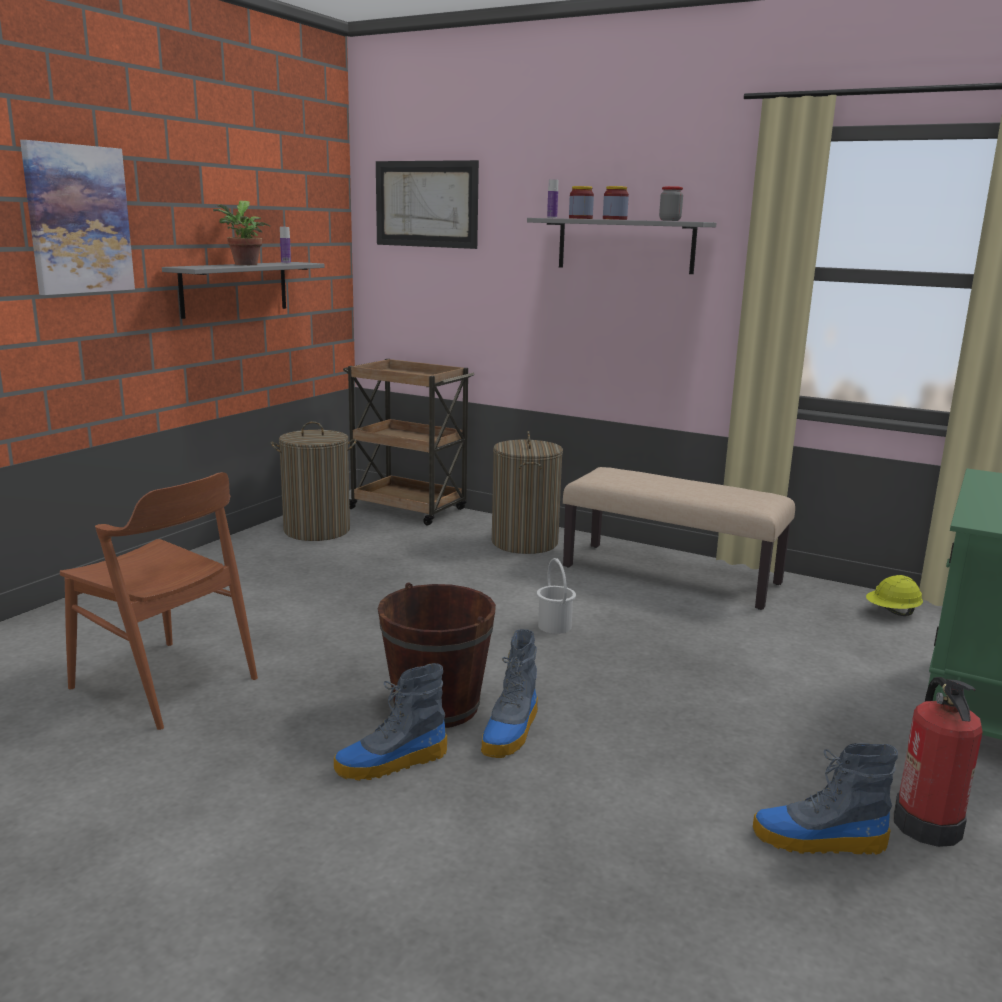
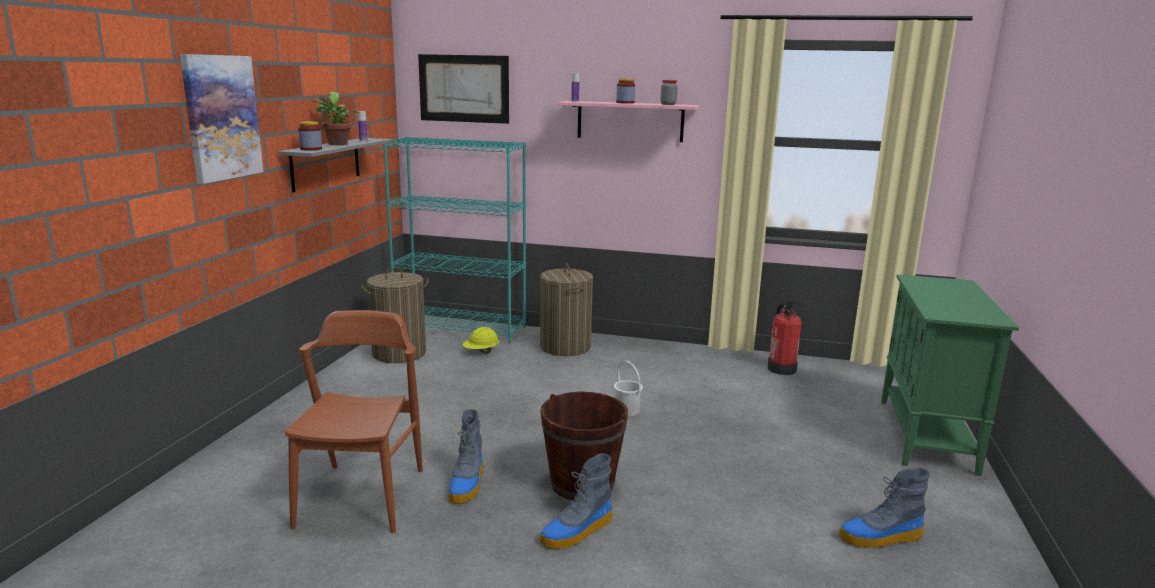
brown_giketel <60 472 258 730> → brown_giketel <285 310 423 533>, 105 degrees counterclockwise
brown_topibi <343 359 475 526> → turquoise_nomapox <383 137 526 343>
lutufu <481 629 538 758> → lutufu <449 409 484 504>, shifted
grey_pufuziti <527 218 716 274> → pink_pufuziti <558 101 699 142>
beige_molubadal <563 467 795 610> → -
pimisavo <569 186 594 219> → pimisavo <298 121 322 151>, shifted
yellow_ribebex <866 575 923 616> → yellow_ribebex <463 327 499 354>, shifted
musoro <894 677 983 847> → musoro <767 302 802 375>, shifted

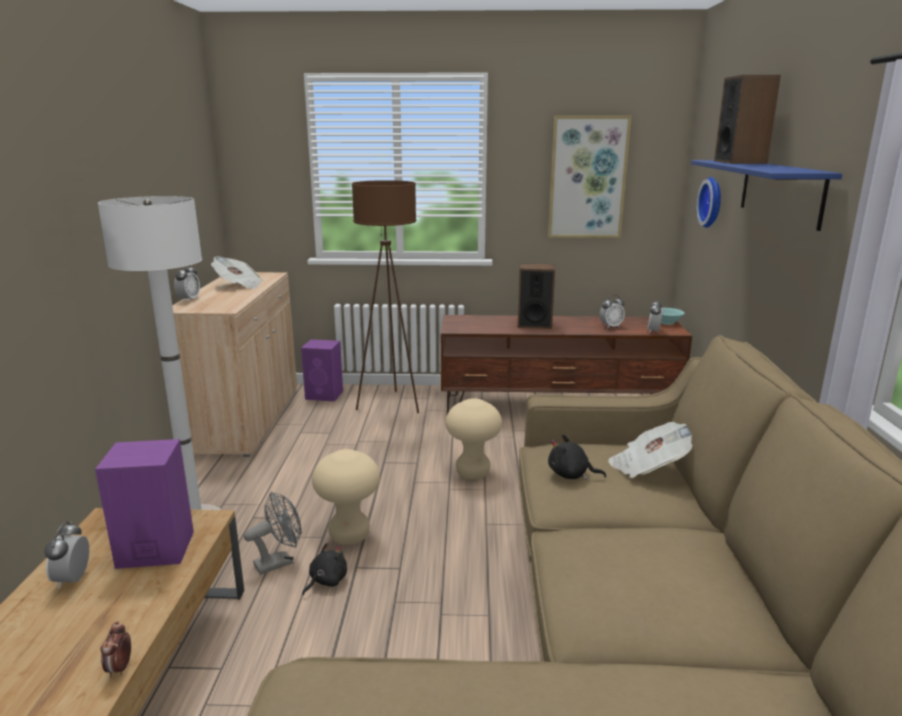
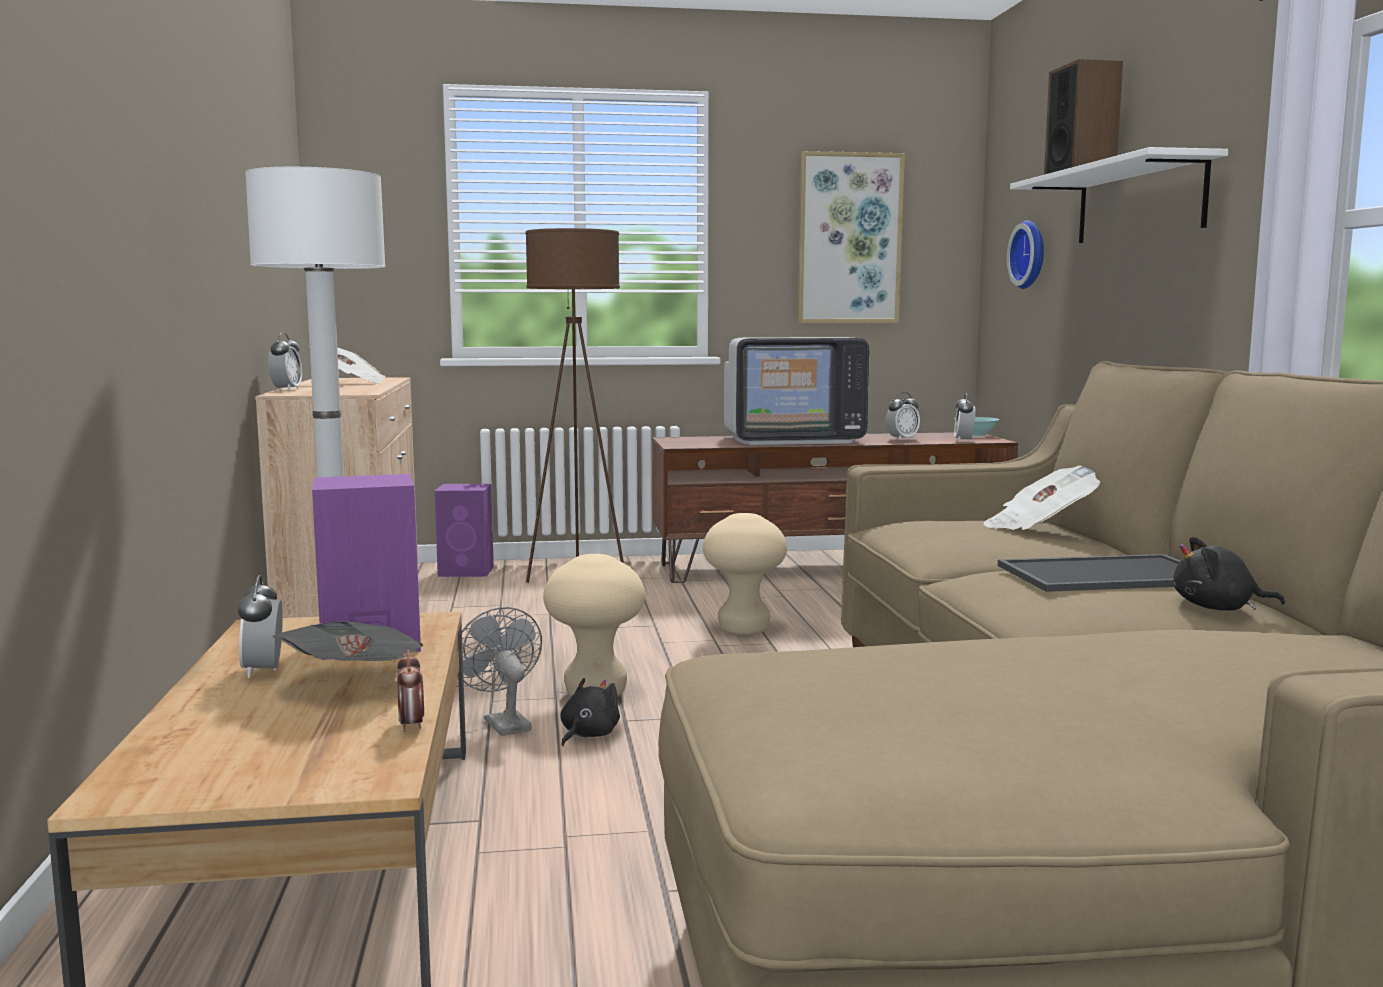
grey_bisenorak <244 492 301 575> → grey_bisenorak <462 607 542 736>, 75 degrees counterclockwise
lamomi <518 263 555 329> → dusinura <724 337 870 445>
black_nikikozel <548 434 606 480> → black_nikikozel <1173 537 1285 610>, shifted
blue_pufuziti <691 160 842 231> → white_pufuziti <1010 147 1228 243>
- → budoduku <273 621 423 661>
- → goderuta <998 554 1181 592>

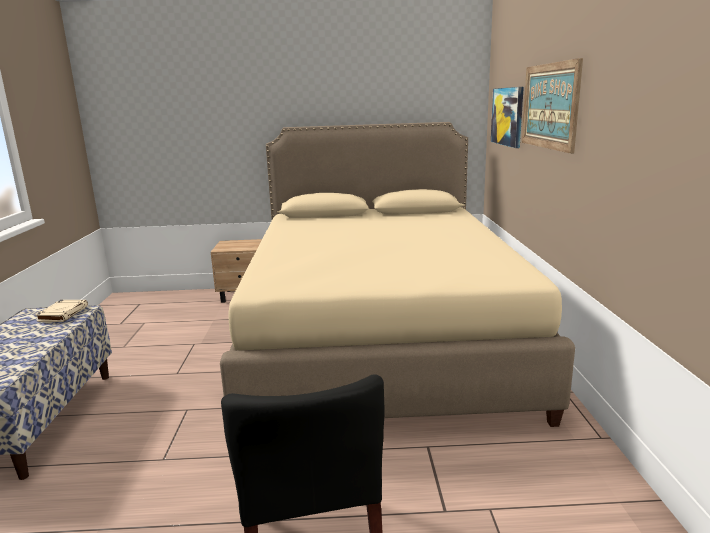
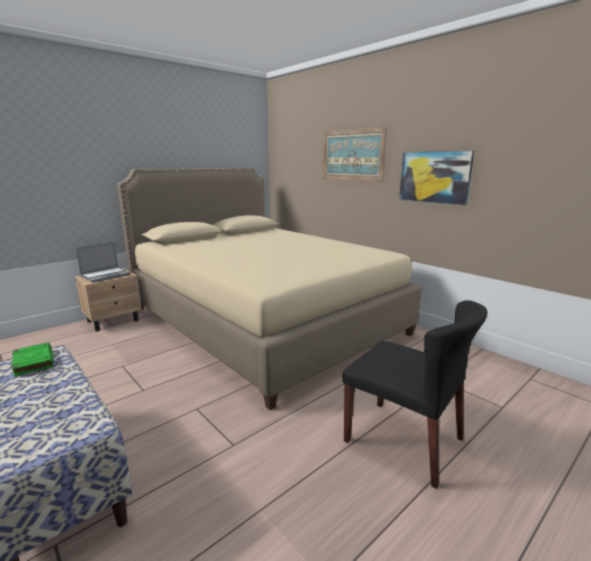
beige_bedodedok <35 300 88 322> → green_bedodedok <11 343 54 376>
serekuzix <491 87 524 148> → serekuzix <399 151 474 205>, shifted
- → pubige <75 242 130 283>

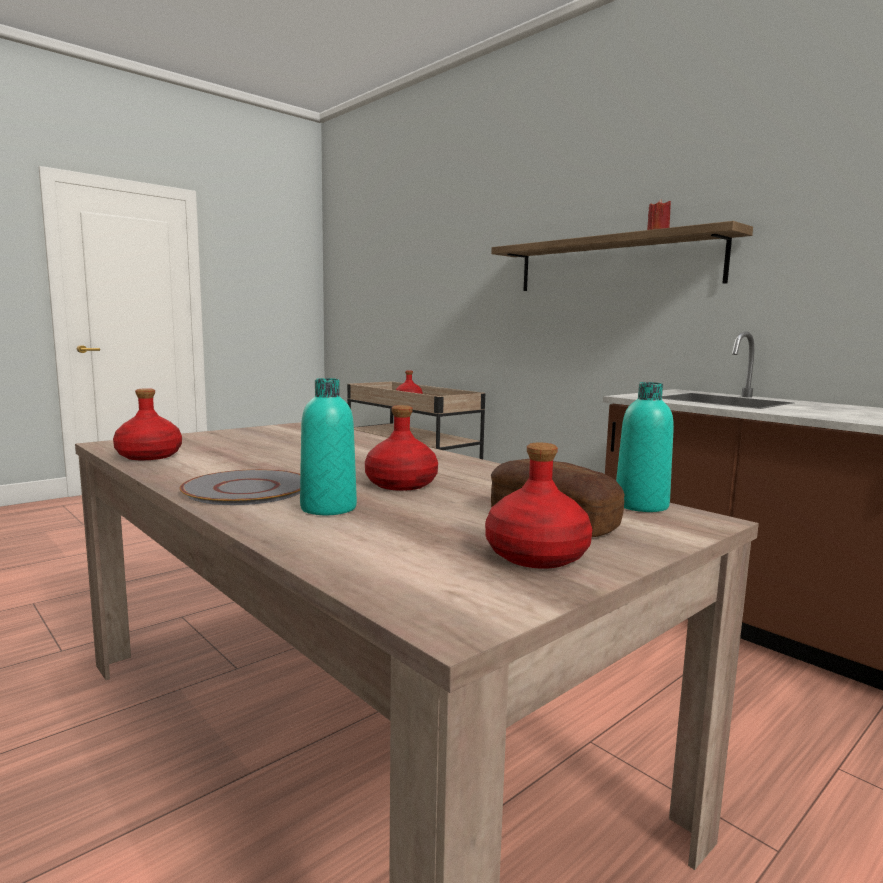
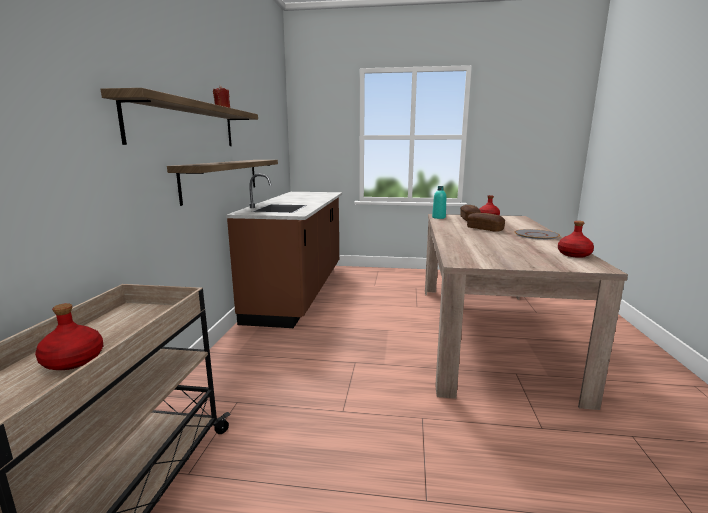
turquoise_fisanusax <300 378 357 515> → -
red_fisanusax <365 405 438 491> → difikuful <467 213 505 232>
- → pufuziti <167 160 278 206>

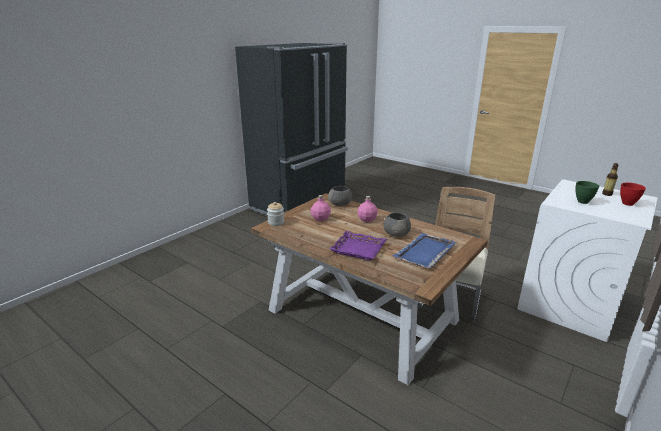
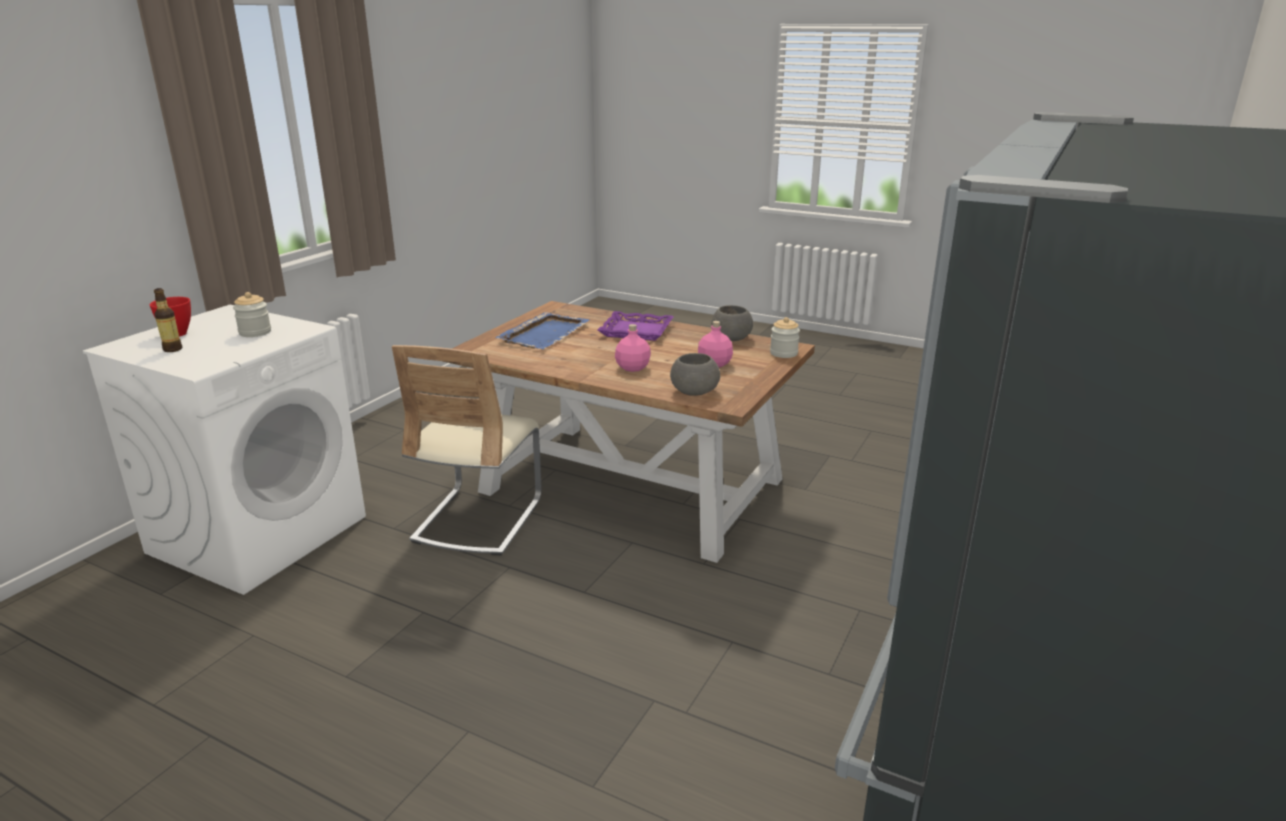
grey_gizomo <383 213 411 237> → grey_gizomo <711 305 753 341>, shifted
green_gizomo <575 181 599 204> → pimisavo <233 292 271 337>

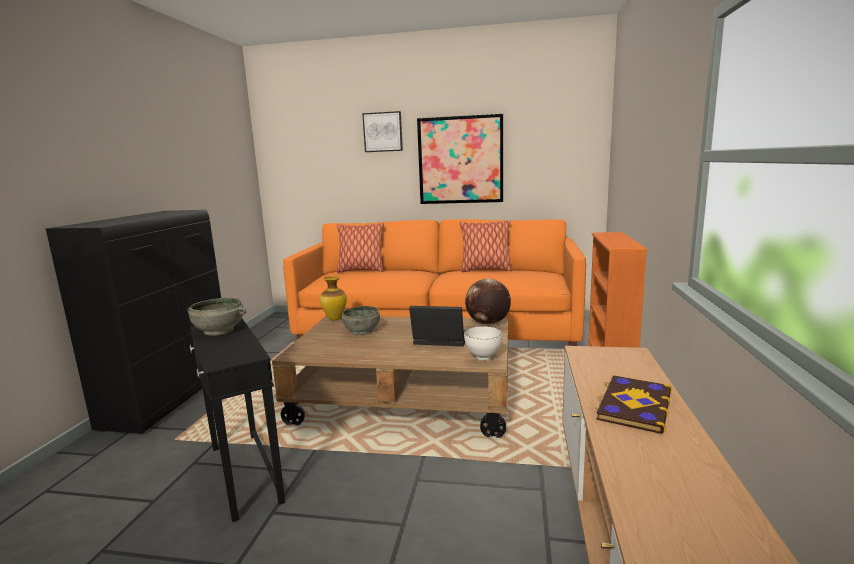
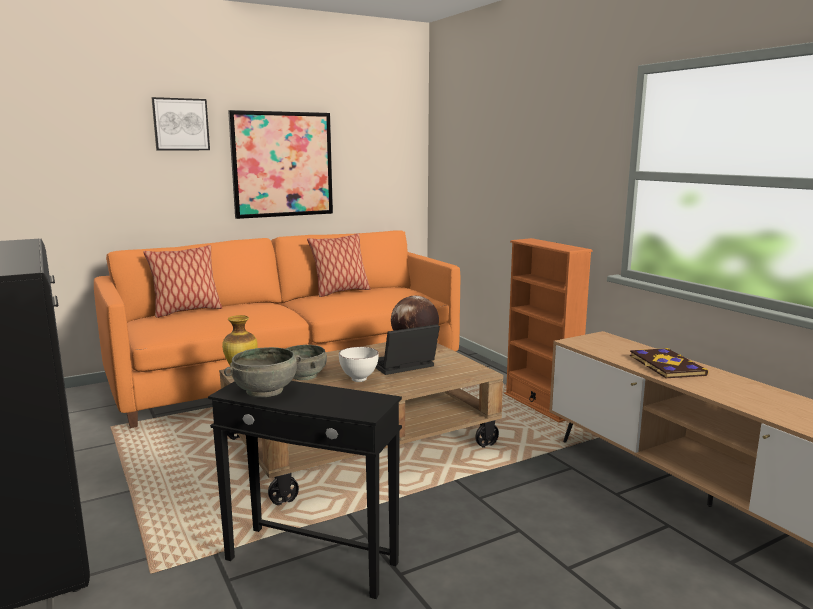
white_gizomo <464 326 503 361> → white_gizomo <339 347 379 382>, shifted

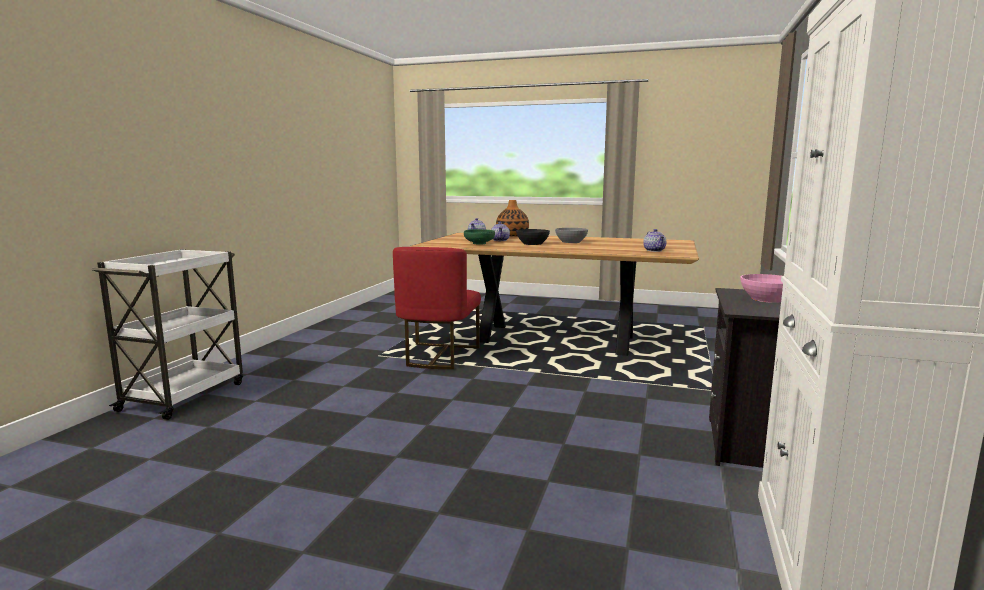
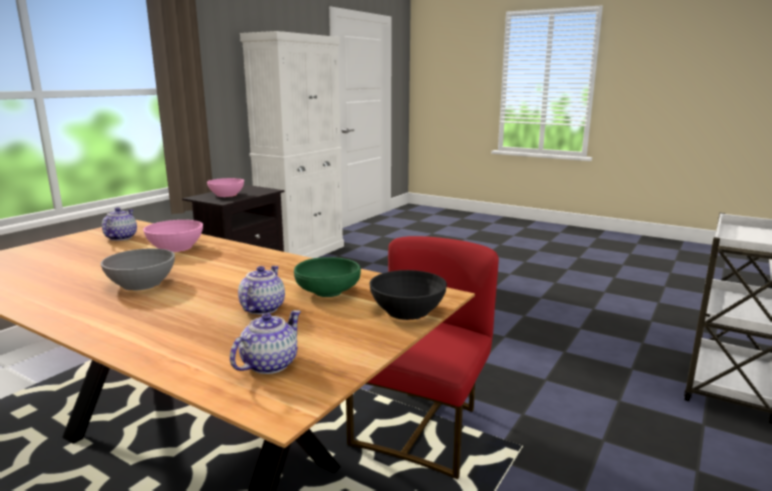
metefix <496 200 529 237> → -
black_gizomo <516 229 550 245> → black_gizomo <370 270 447 320>, shifted
- → pink_gizomo <143 220 203 252>

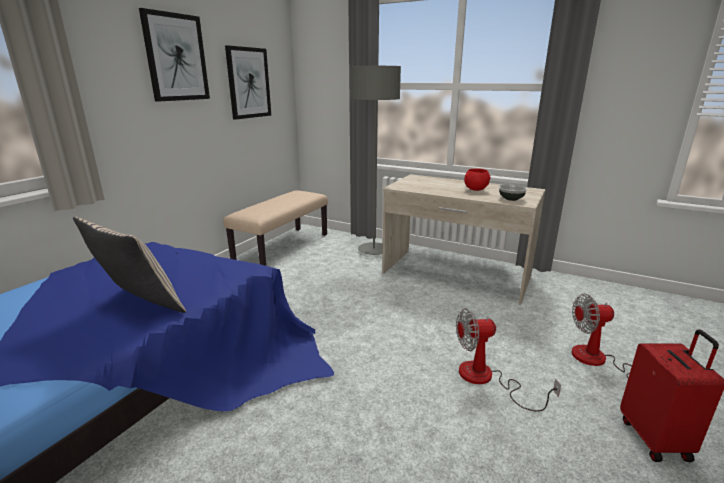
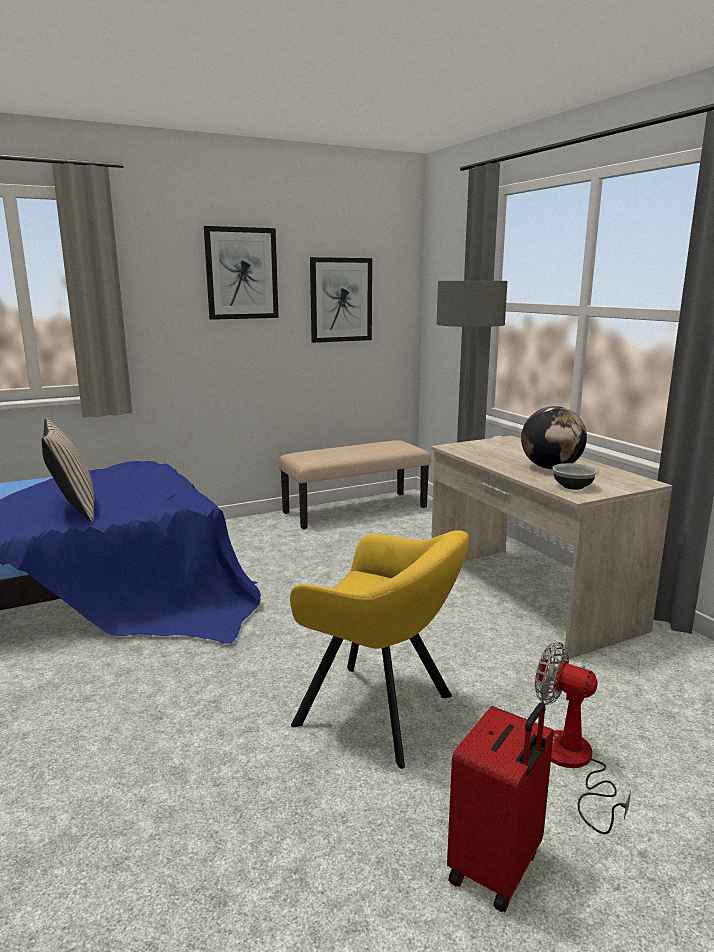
bisenorak <456 308 561 412> → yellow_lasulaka <290 530 469 769>
red_gizomo <464 169 491 191> → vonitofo <521 406 587 469>

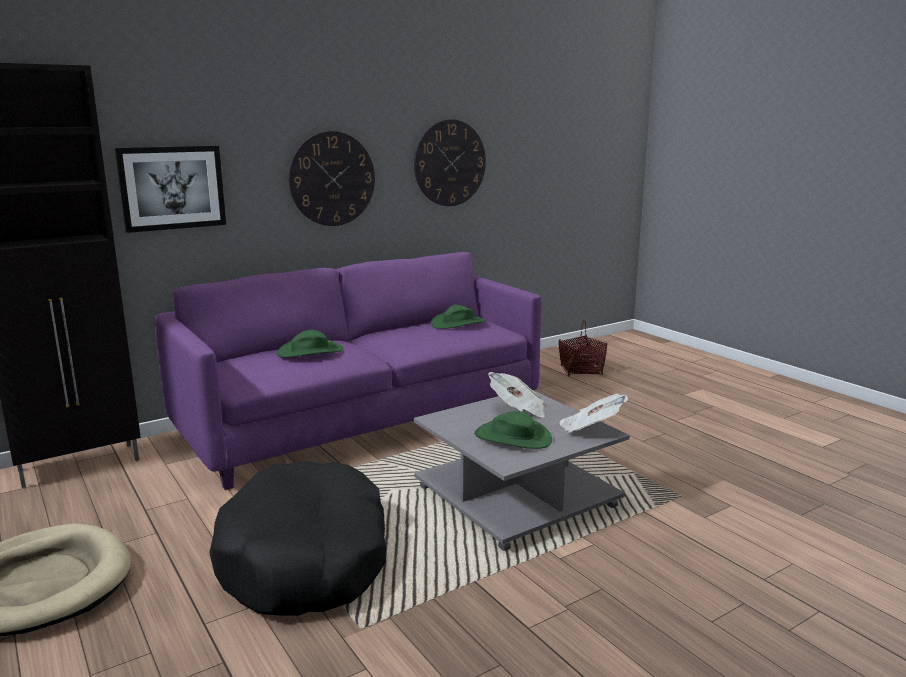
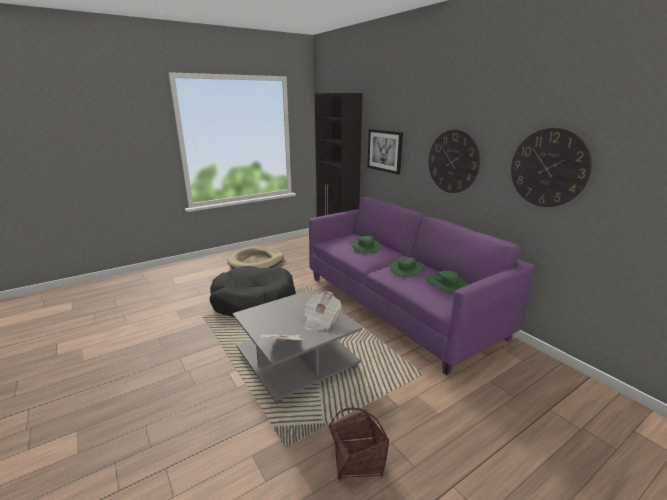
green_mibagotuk <474 411 552 449> → green_mibagotuk <389 256 425 277>, shifted
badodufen <559 320 607 376> → badodufen <329 407 389 480>, shifted

